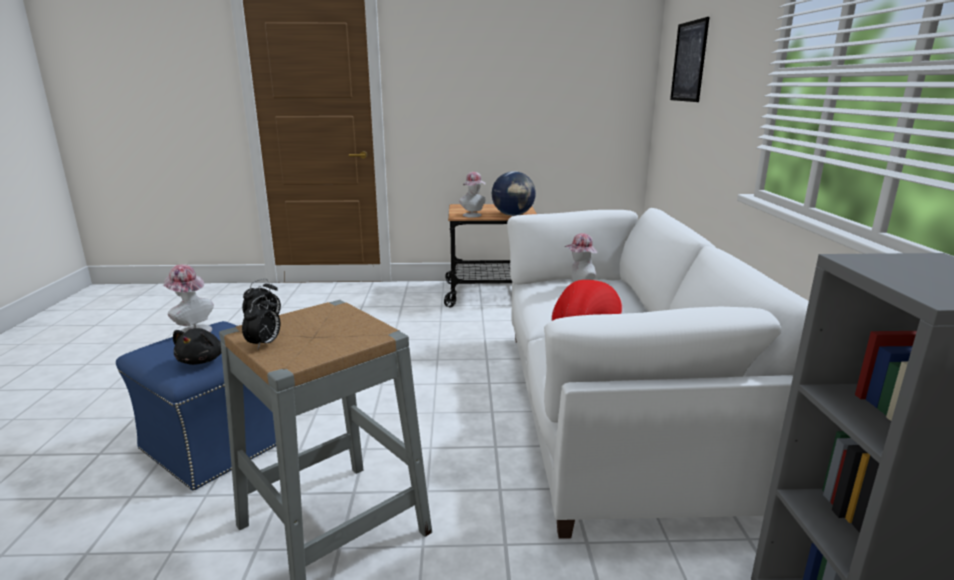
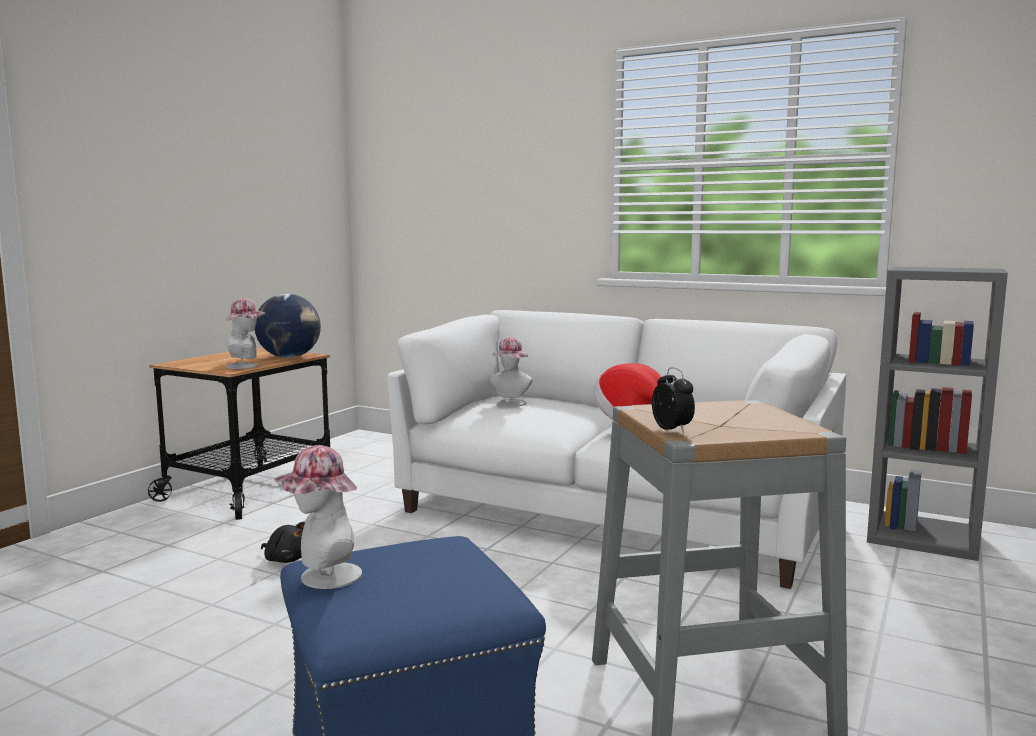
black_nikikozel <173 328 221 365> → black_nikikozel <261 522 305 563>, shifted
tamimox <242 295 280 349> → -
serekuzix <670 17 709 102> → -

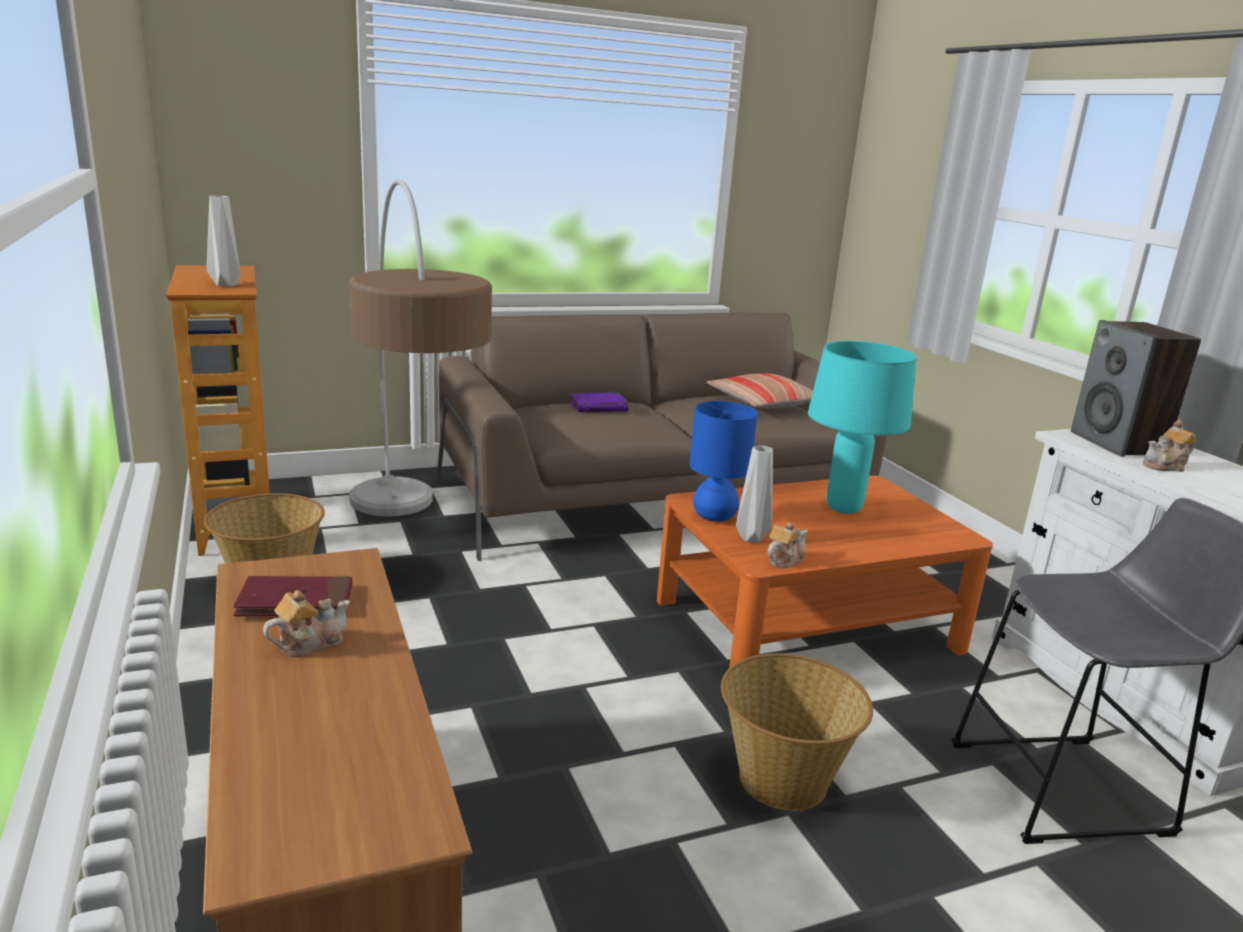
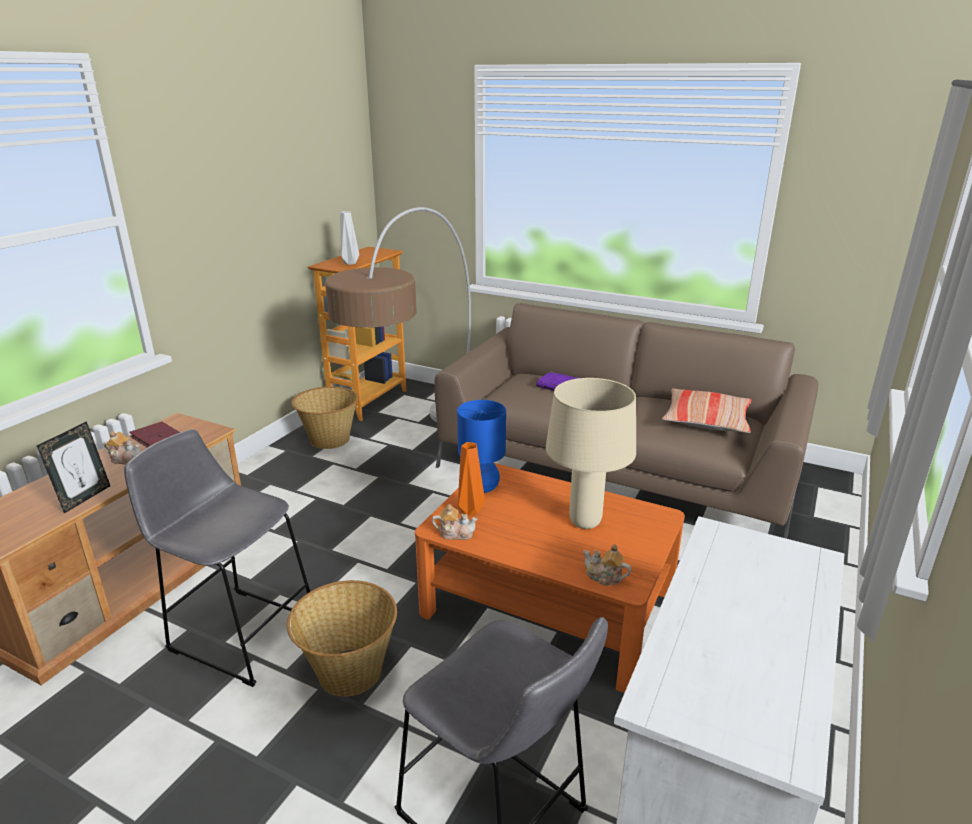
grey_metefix <736 445 773 543> → orange_metefix <458 442 485 516>
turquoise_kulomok <808 341 917 514> → beige_kulomok <546 378 636 529>
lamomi <1071 320 1201 456> → -
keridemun <1143 420 1196 472> → keridemun <583 544 631 586>, shifted
- → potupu <37 421 110 513>
- → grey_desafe <124 429 310 687>

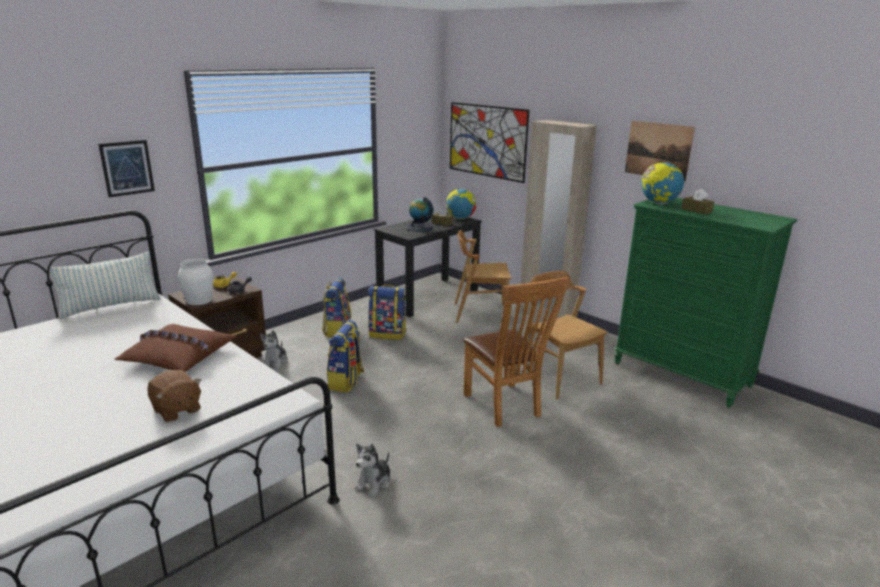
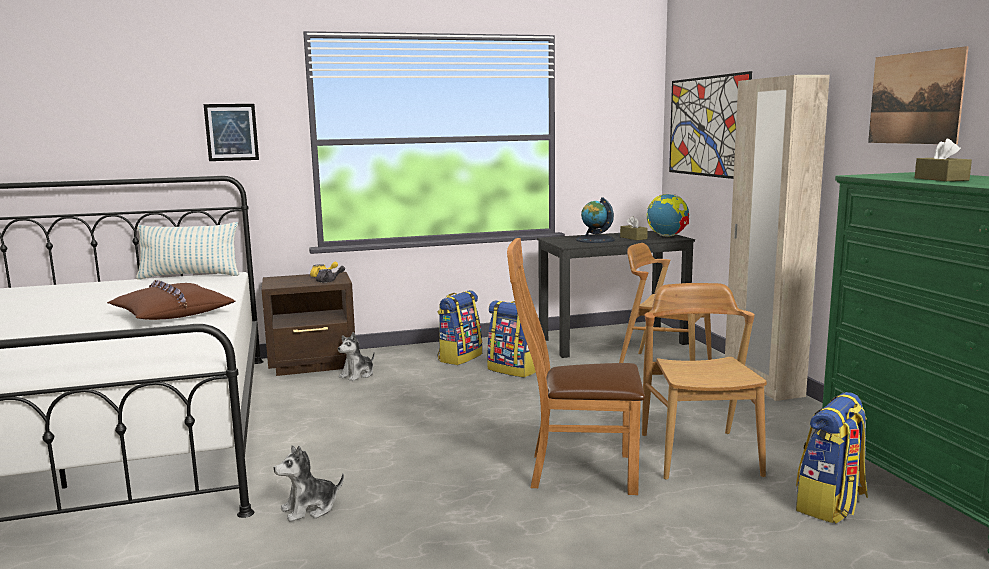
brown_nikikozel <147 370 202 422> → -
white_metefix <178 259 213 305> → -
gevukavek <327 320 365 393> → gevukavek <796 392 868 524>, shifted
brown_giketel <463 277 569 427> → brown_giketel <507 238 645 495>, 90 degrees clockwise
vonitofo <641 162 684 205> → -

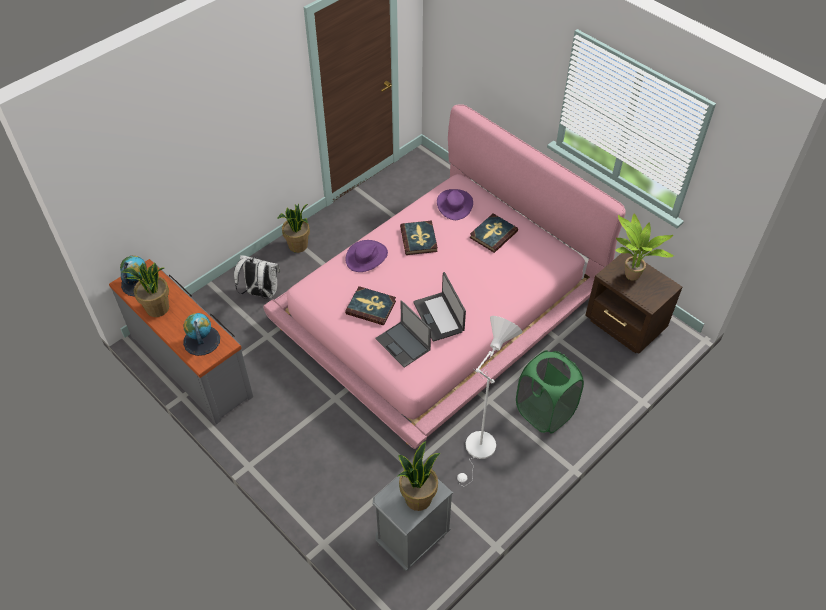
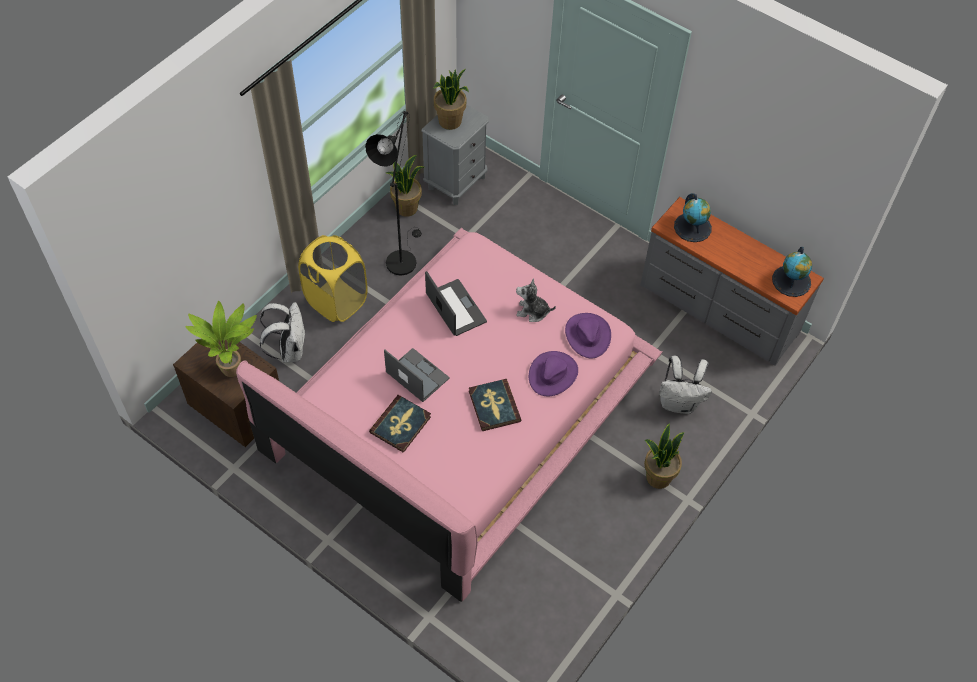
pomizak <122 262 169 317> → pomizak <386 155 424 217>, shifted
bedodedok <345 286 396 325> → nikikozel <516 278 556 322>
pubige <375 300 431 367> → pubige <384 348 450 402>, shifted
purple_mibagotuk <437 189 473 220> → purple_mibagotuk <565 313 611 358>, shifted
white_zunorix <457 316 523 486> → black_zunorix <365 111 422 275>
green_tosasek <516 350 584 434> → yellow_tosasek <298 235 368 322>
- → white_gevukavek <260 302 306 363>

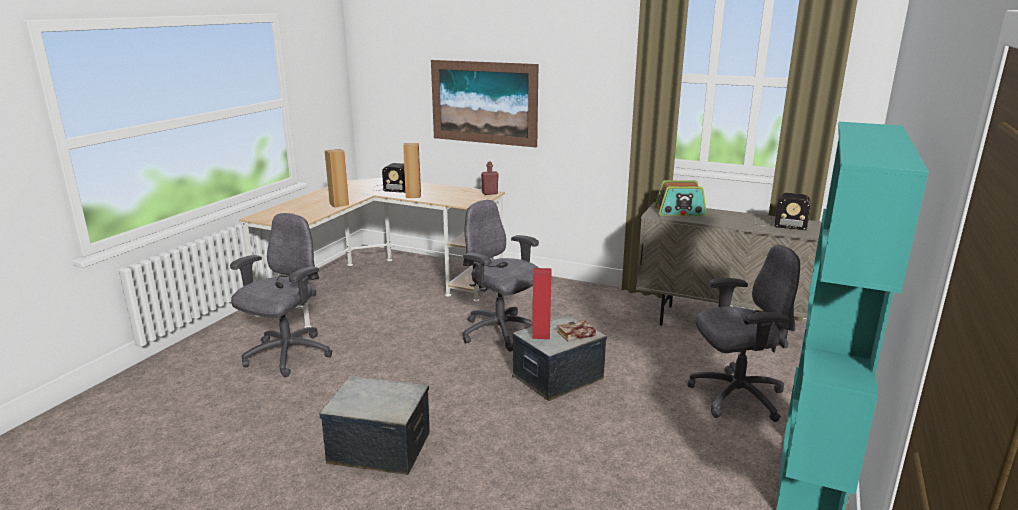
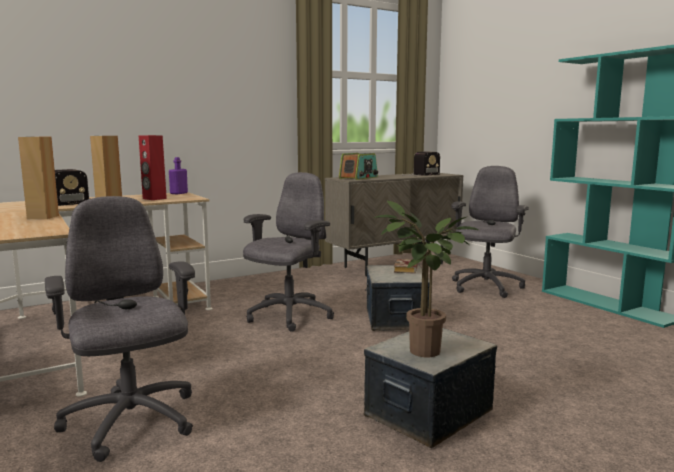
serekuzix <431 60 538 147> → -
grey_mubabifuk <463 200 539 351> → grey_mubabifuk <243 172 334 332>, 135 degrees clockwise
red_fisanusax <481 162 499 195> → purple_fisanusax <169 157 188 194>
red_lamomi <532 268 552 339> → red_lamomi <139 135 167 200>, shifted
- → pomizak <374 201 478 357>

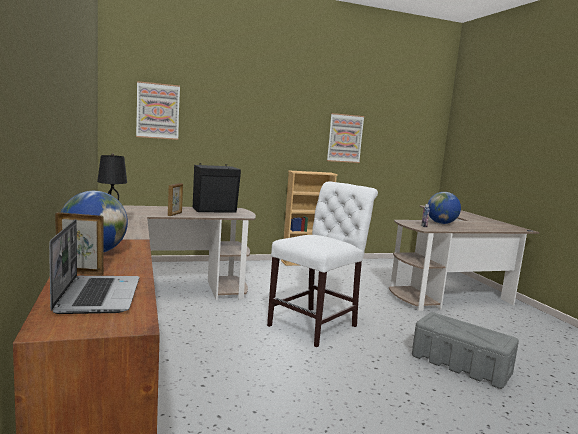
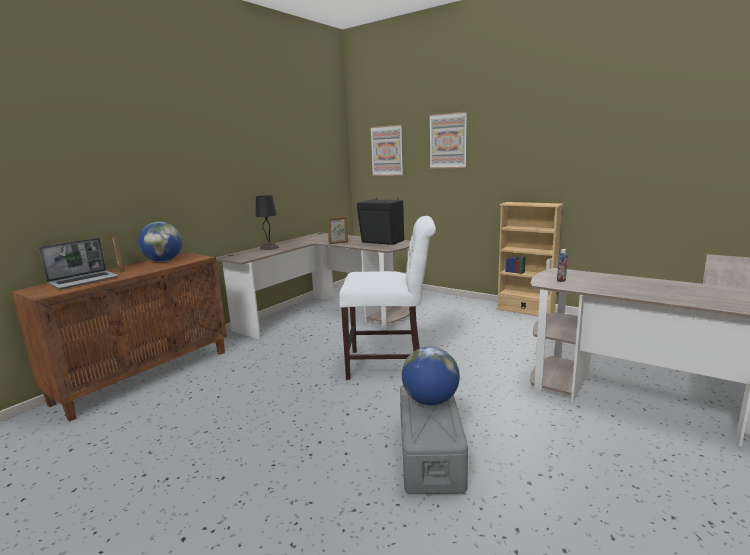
serekuzix <327 113 365 163> → serekuzix <429 111 467 168>, shifted
vonitofo <428 192 461 224> → vonitofo <402 347 460 405>, shifted

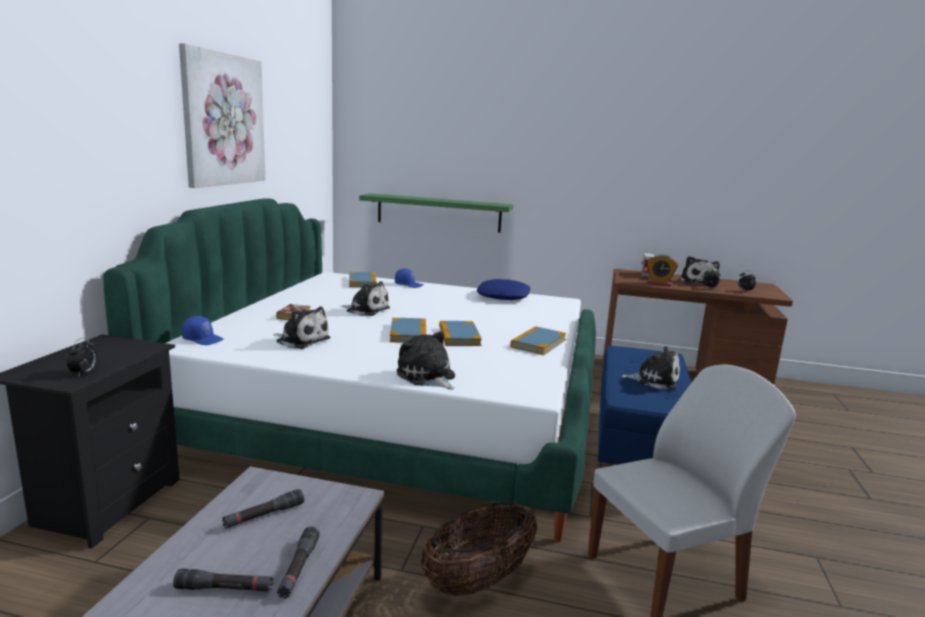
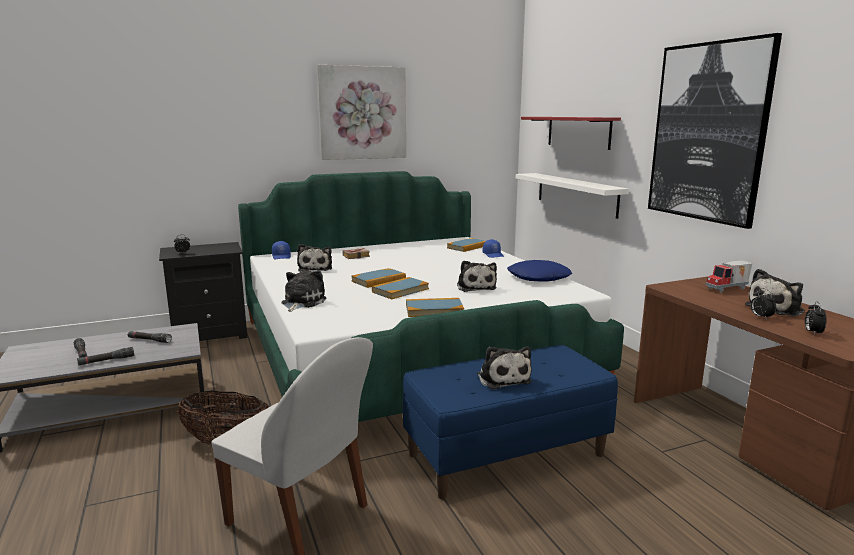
nikikozel <340 281 390 316> → nikikozel <457 260 497 292>, shifted
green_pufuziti <359 193 513 233> → white_pufuziti <516 173 629 219>
tamimox <646 254 679 287> → -
- → red_pufuziti <521 117 621 150>
- → serekuzix <648 33 782 229>

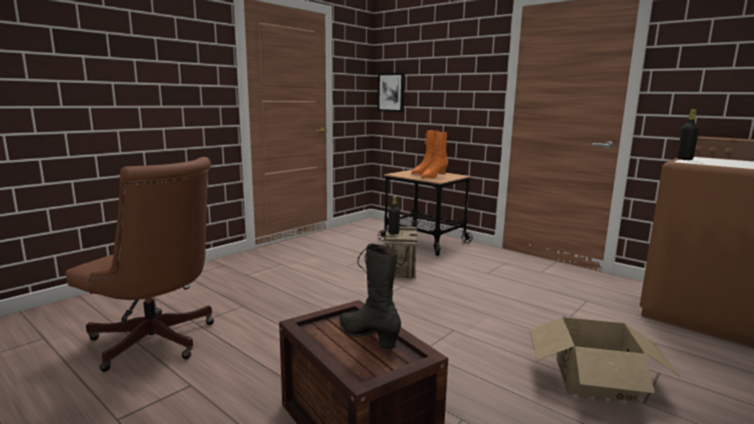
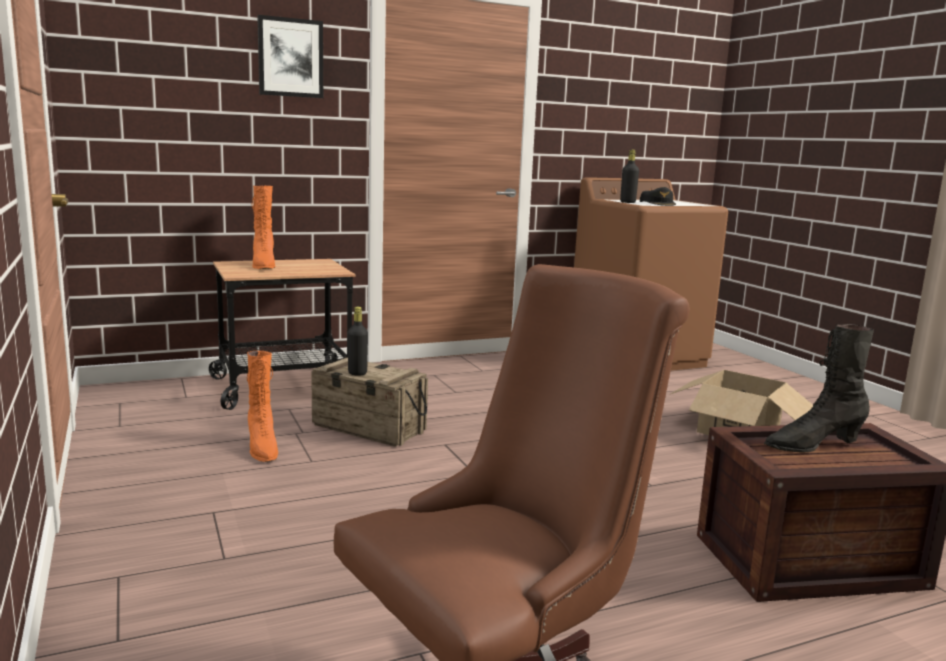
serekuzix <377 73 405 112> → serekuzix <257 15 323 98>, shifted
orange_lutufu <421 132 448 178> → orange_lutufu <247 351 278 462>, shifted
- → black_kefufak <640 187 676 206>

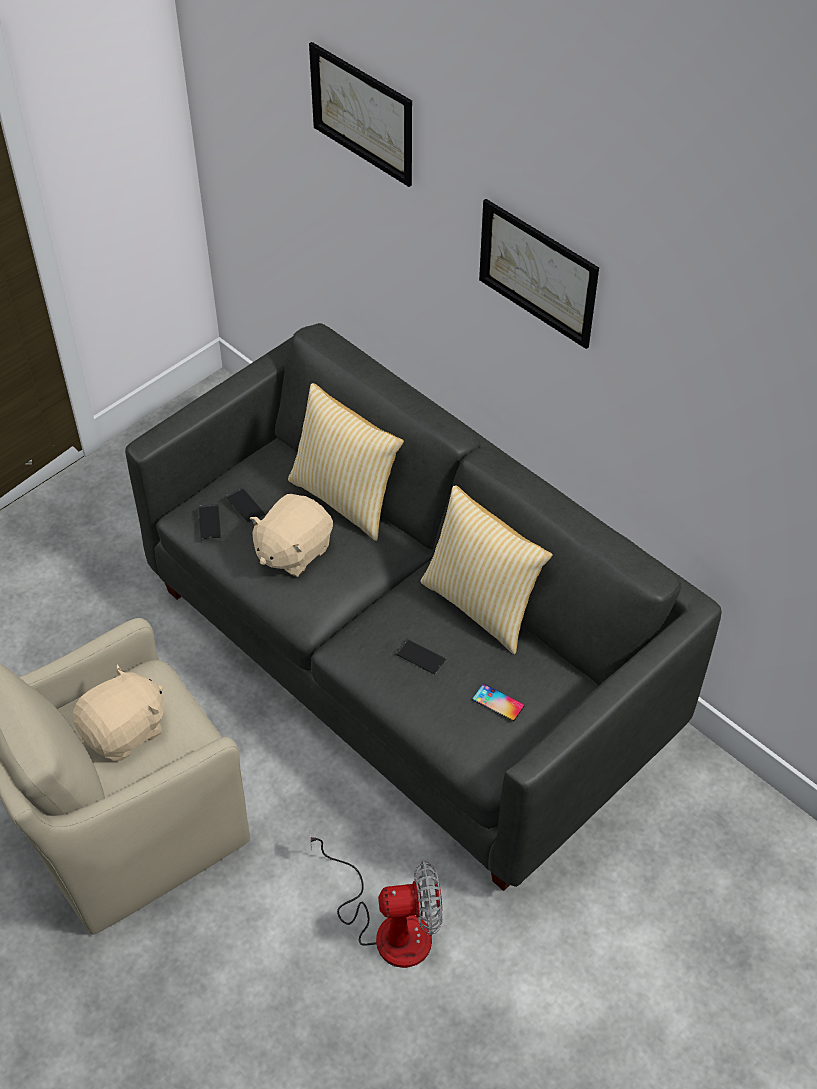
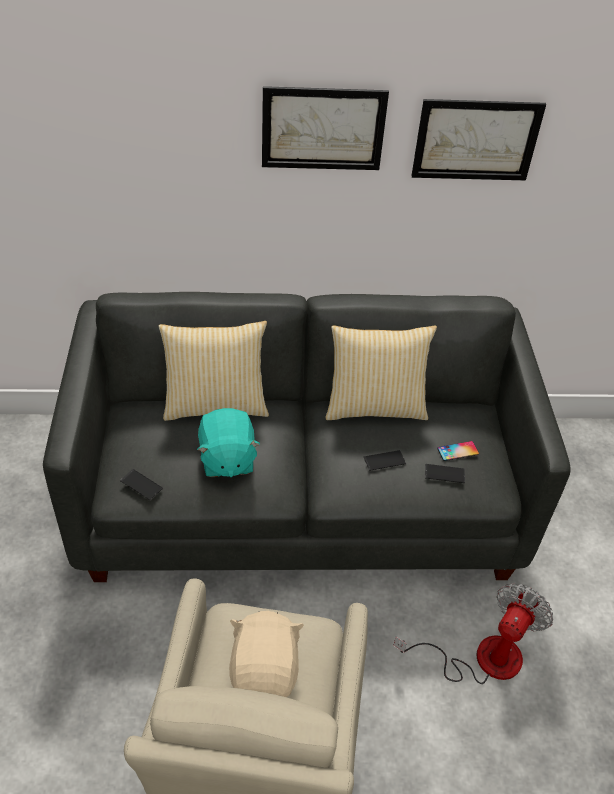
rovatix <226 487 266 523> → rovatix <425 464 465 483>, shifted
beige_nikikozel <250 494 333 577> → turquoise_nikikozel <197 408 260 477>
serekuzix <309 42 412 187> → serekuzix <411 99 546 181>, shifted

